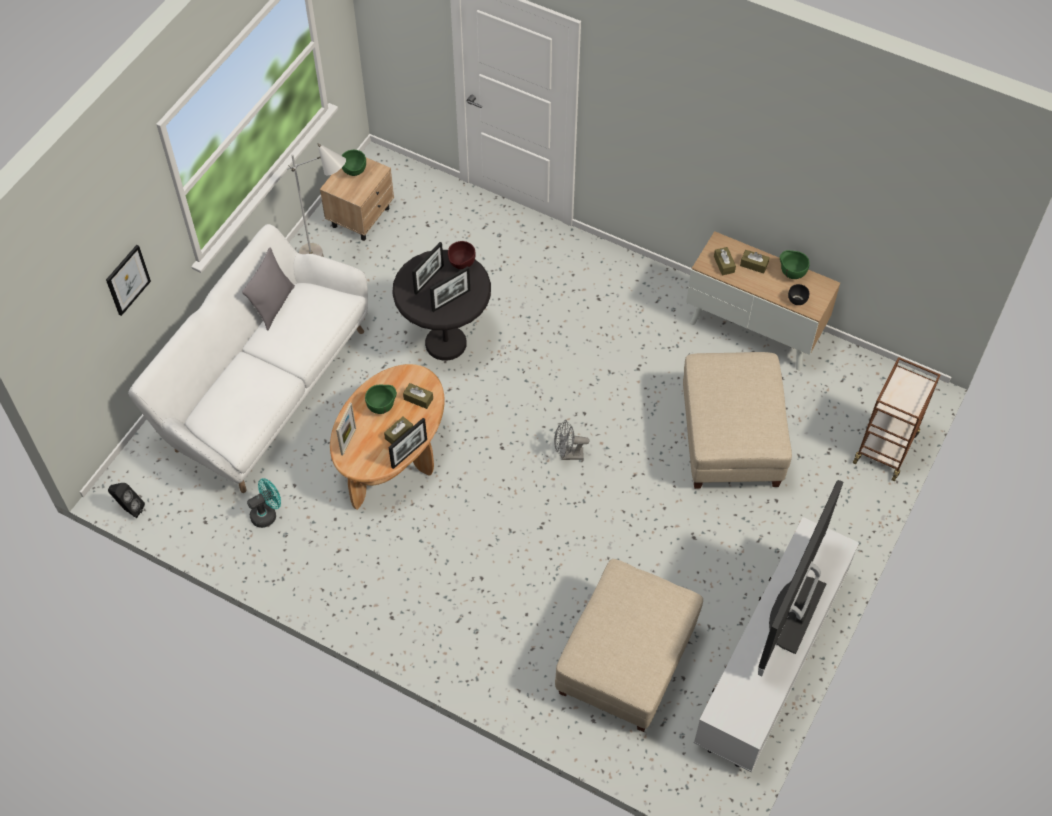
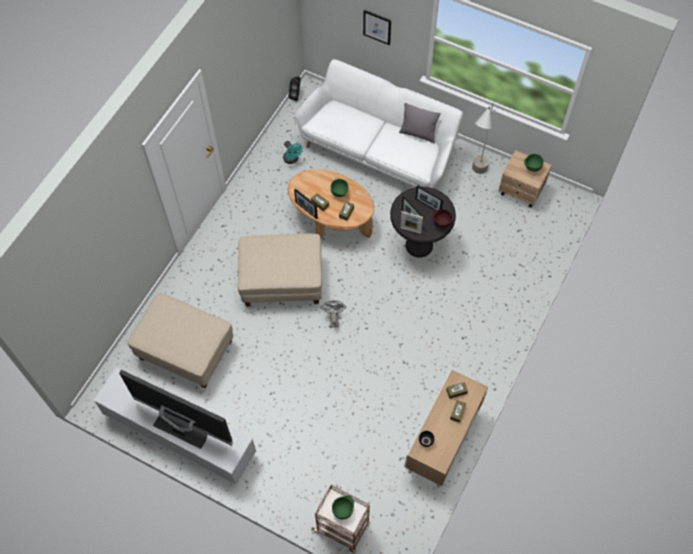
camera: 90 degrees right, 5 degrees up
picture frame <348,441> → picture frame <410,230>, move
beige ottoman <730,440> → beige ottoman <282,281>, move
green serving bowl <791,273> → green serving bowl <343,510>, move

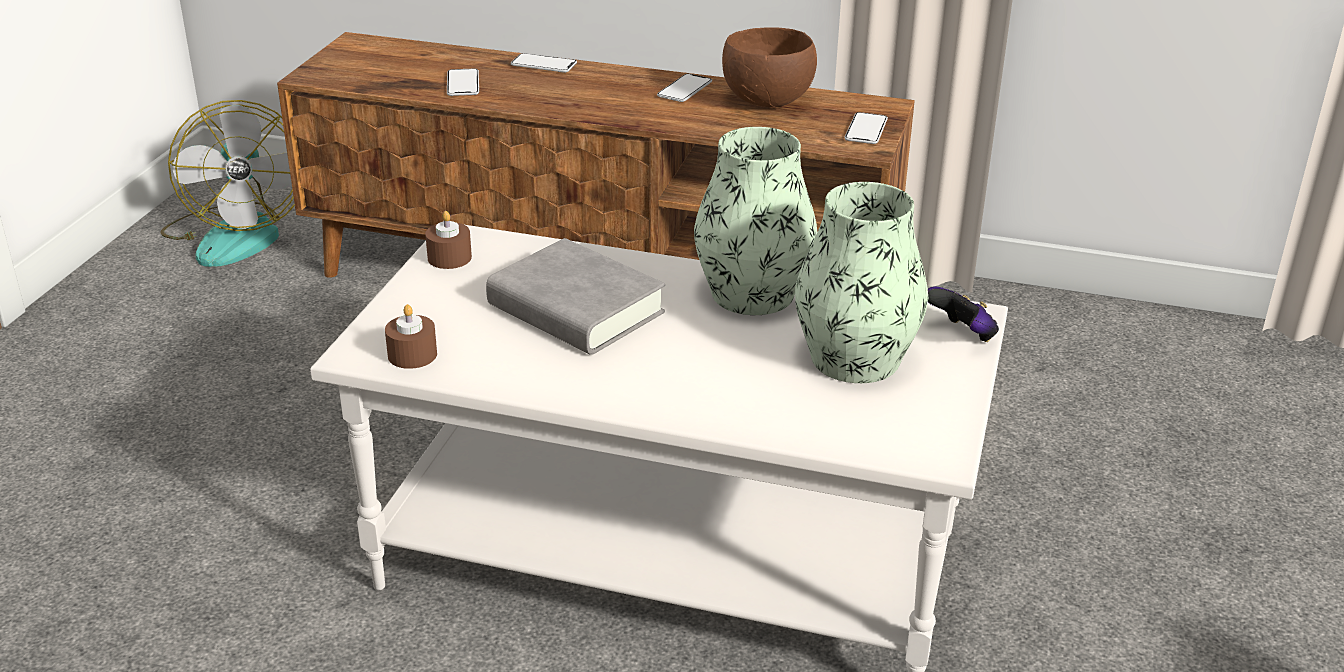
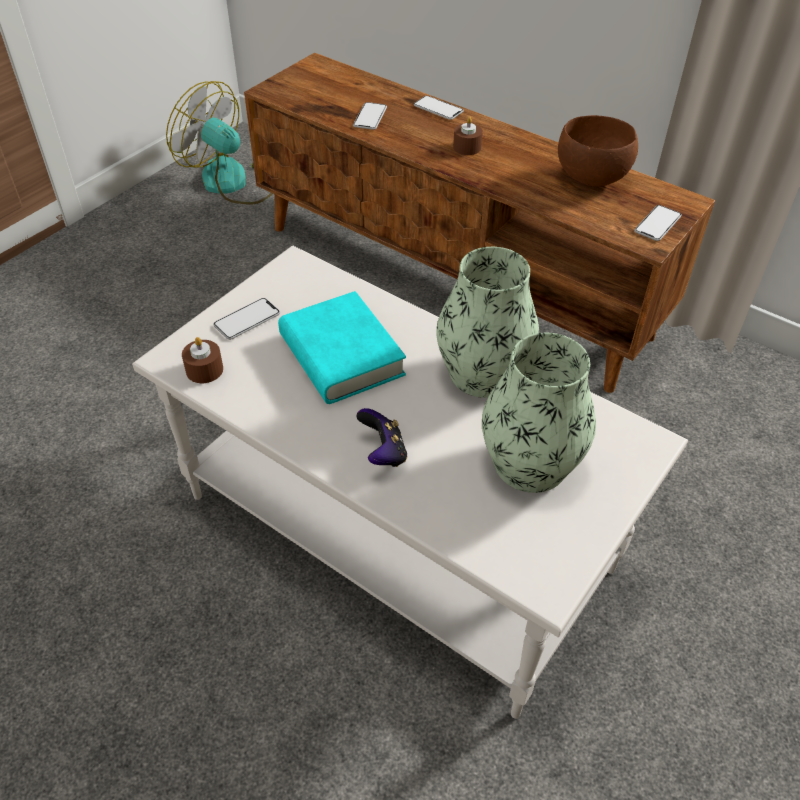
camera: 20 degrees right, 15 degrees up
fan <237,234> → fan <235,182>, 120 degrees clockwise
brown-coloured wax candle <449,258> → brown-coloured wax candle <467,147>, move
gray book <576,309> → turquoise-coloured book <341,355>
telephone <684,89> → telephone <247,320>, move
joypad <962,335> → joypad <383,453>, move

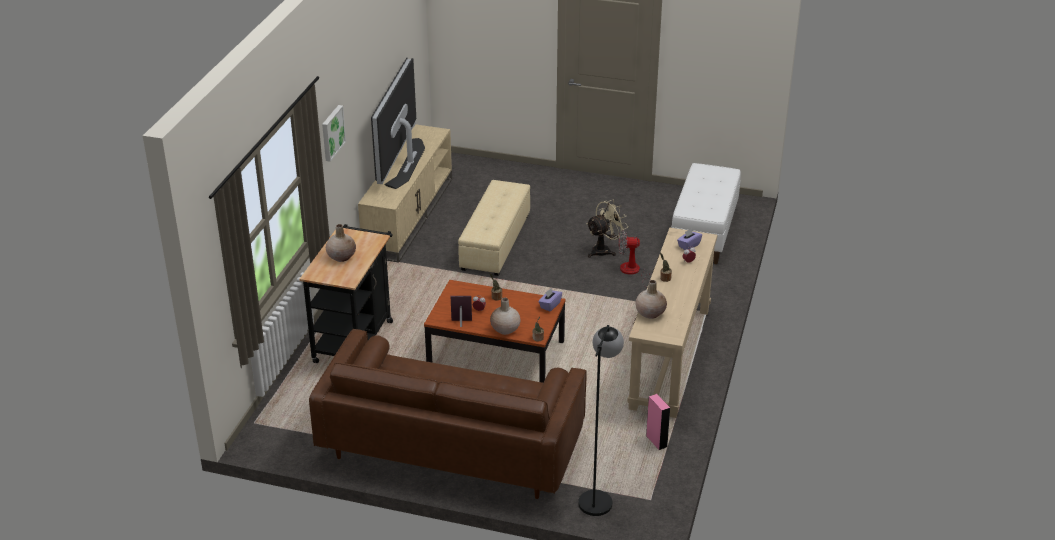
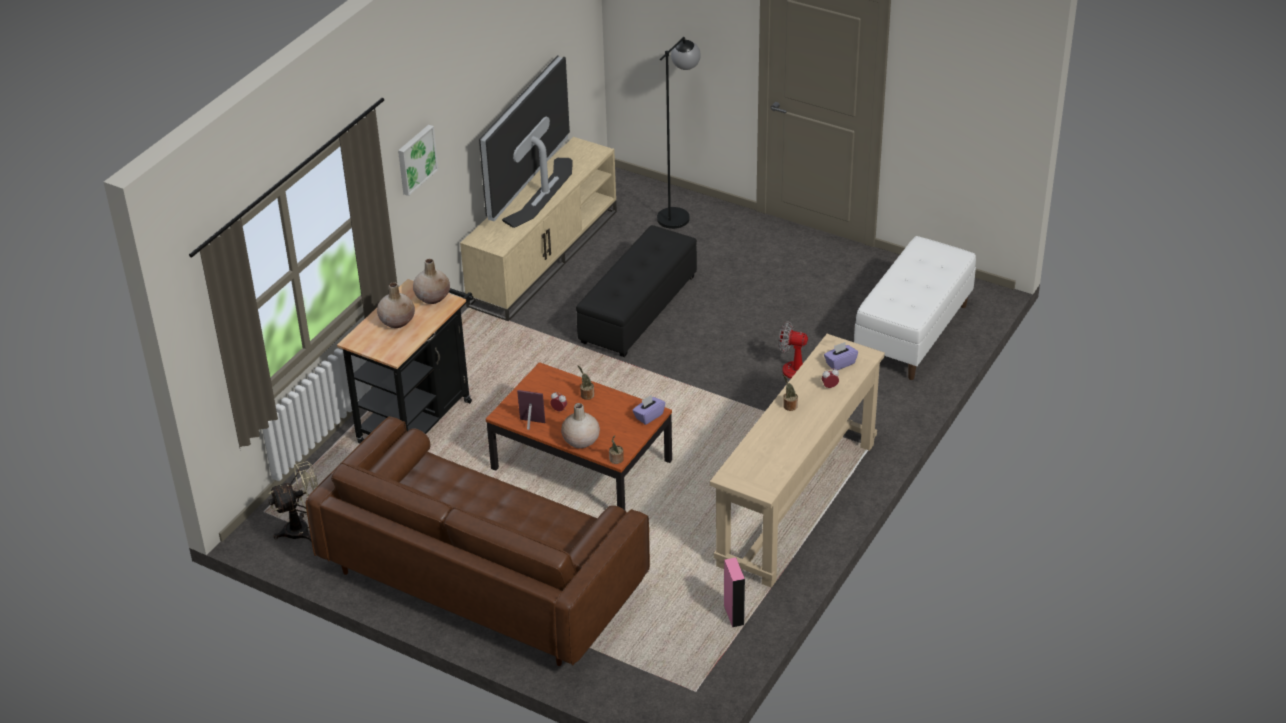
camera: 15 degrees right, 5 degrees up
beige ottoman <495,242> → black-coloured ottoman <638,309>
black-coloured standing lamp <597,495> → black-coloured standing lamp <678,212>, move
beige fan <604,250> → beige fan <304,529>, move
beige decorative vase <650,313> → beige decorative vase <432,297>, move

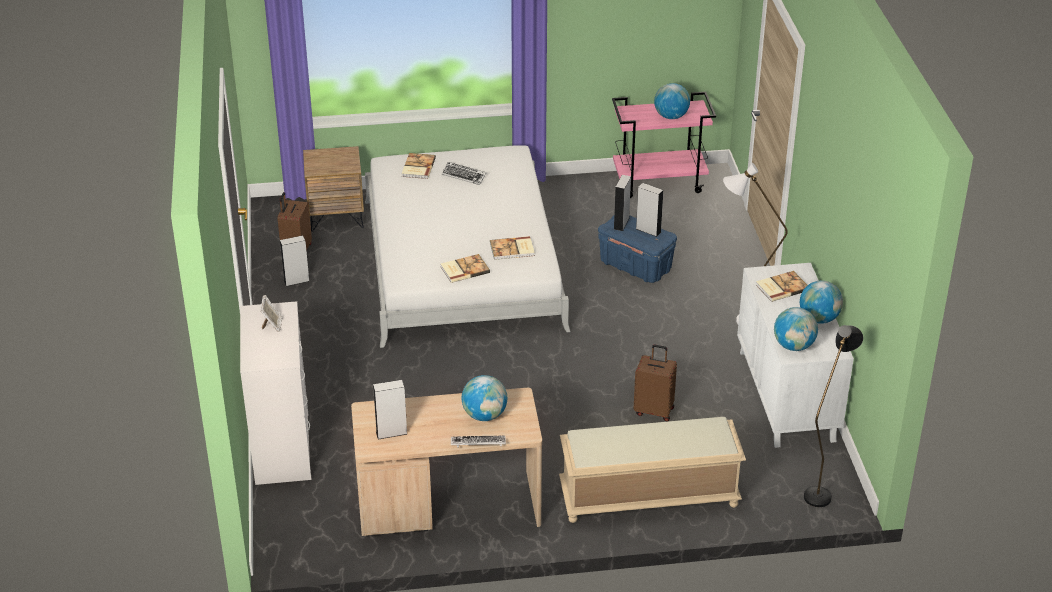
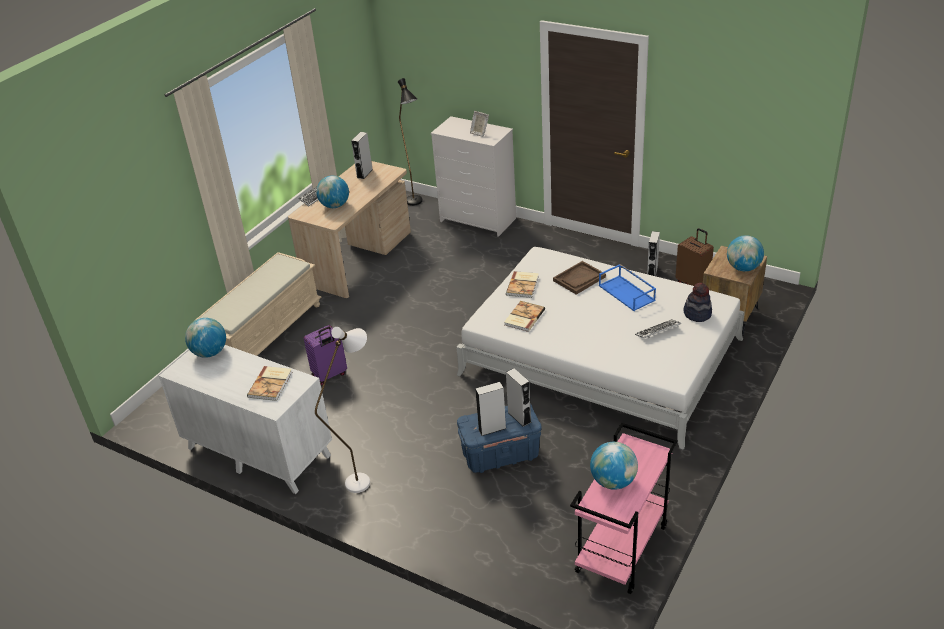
camera: 130 degrees right, 0 degrees up
book <417,167> → wearable hat <697,314>
brown-coloured piece of luggage <654,410> → purple piece of luggage <329,375>
desk globe <819,319> → desk globe <743,268>, move
black-coloured standing lamp <820,491> → black-coloured standing lamp <416,204>, move
- → brown-coloured tray <579,279>
- → bluish tray <627,293>

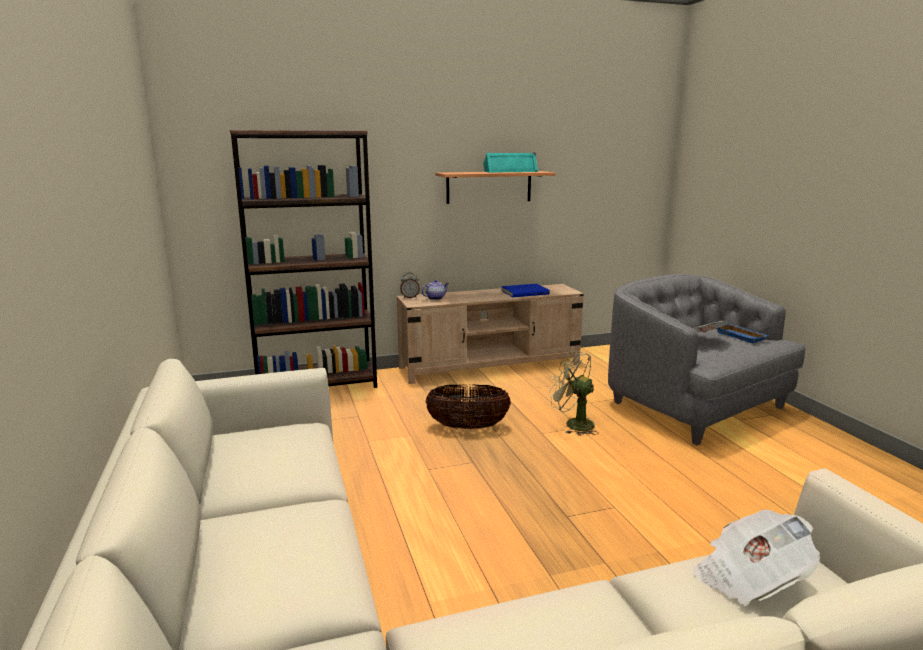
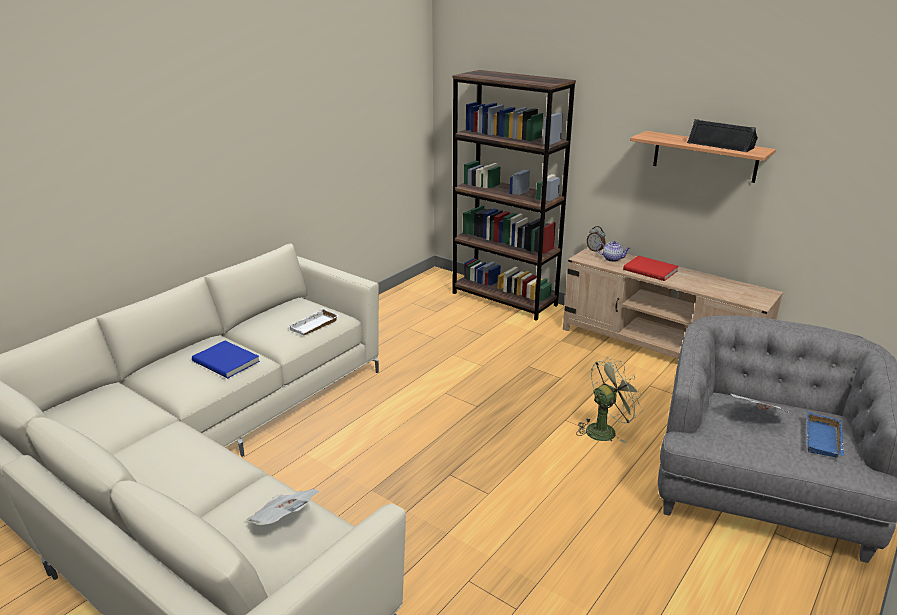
camera: 55 degrees right, 10 degrees up
basket <467,427> → -
turquoise-coloured loudspeaker <510,171> → black-coloured loudspeaker <721,145>
bluish book <524,292> → bluish book <227,361>, move
green fan <573,424> → green fan <605,430>, 60 degrees clockwise
- → whitish tray <314,326>
- → reddish book <651,270>

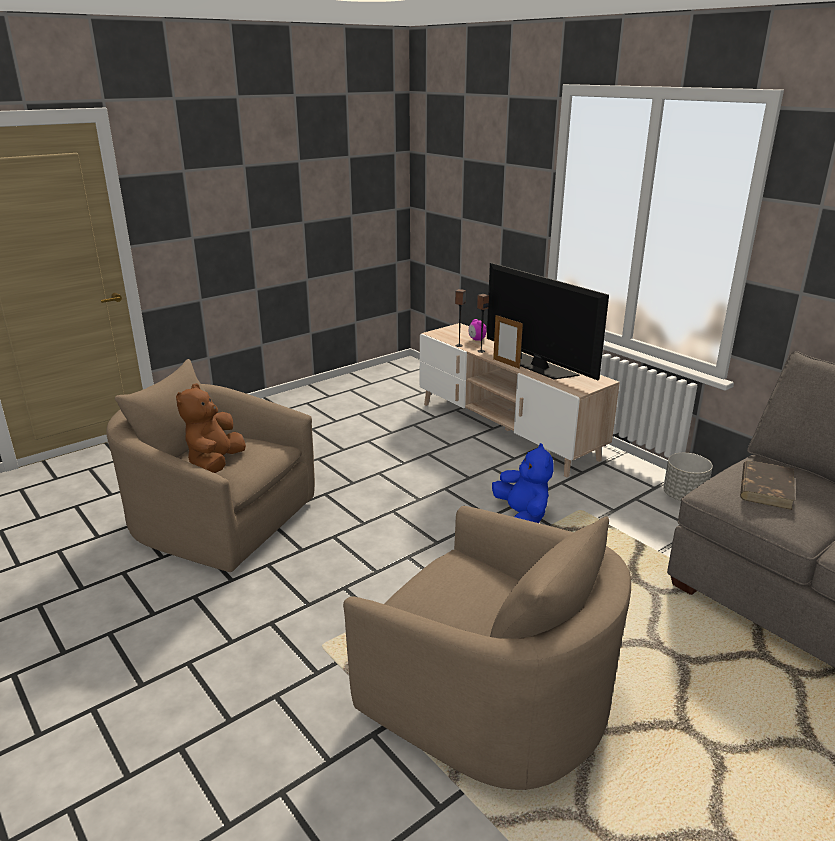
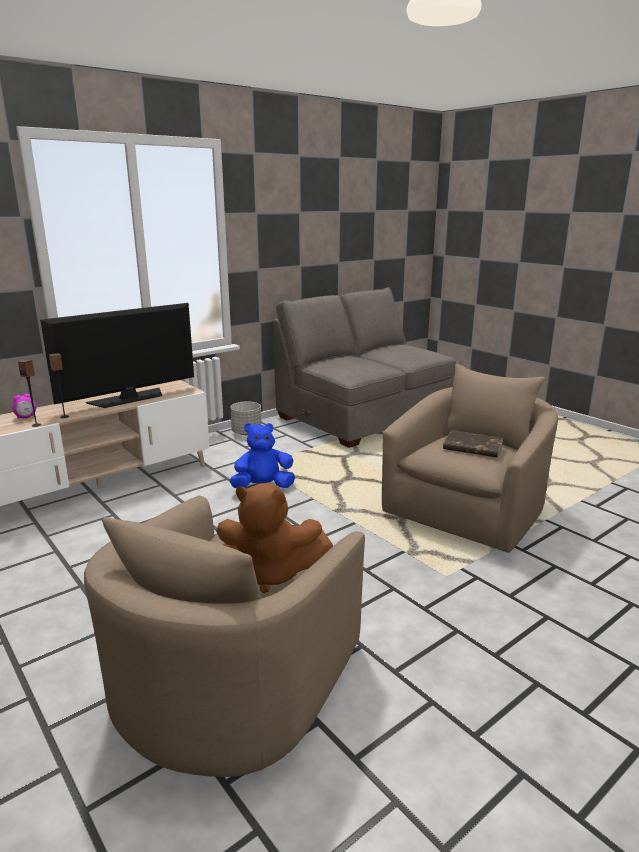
camera: 90 degrees left, 5 degrees down
picture frame <506,363> → -
brown-coloured book <766,487> → brown-coloured book <472,447>, move

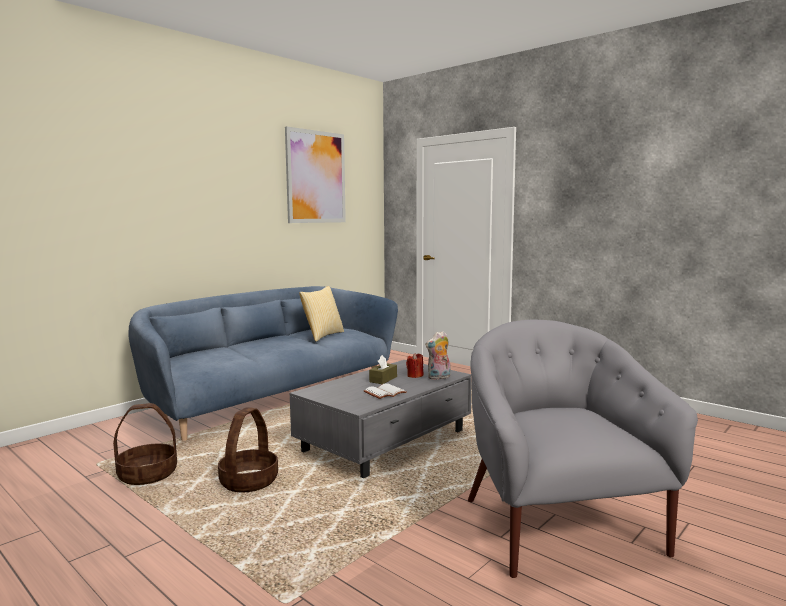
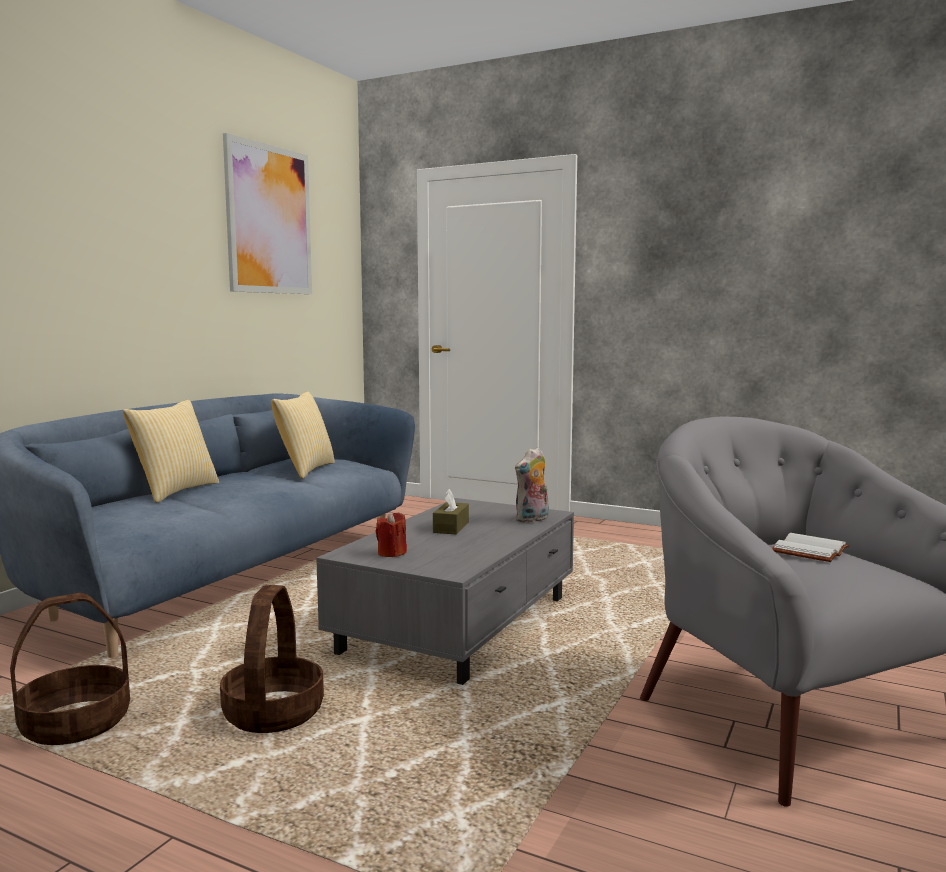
camera: 15 degrees left, 0 degrees up
whitish book <385,393> → whitish book <811,551>, move
reddish wax candle <415,375> → reddish wax candle <392,553>, move
- → pillow <174,491>

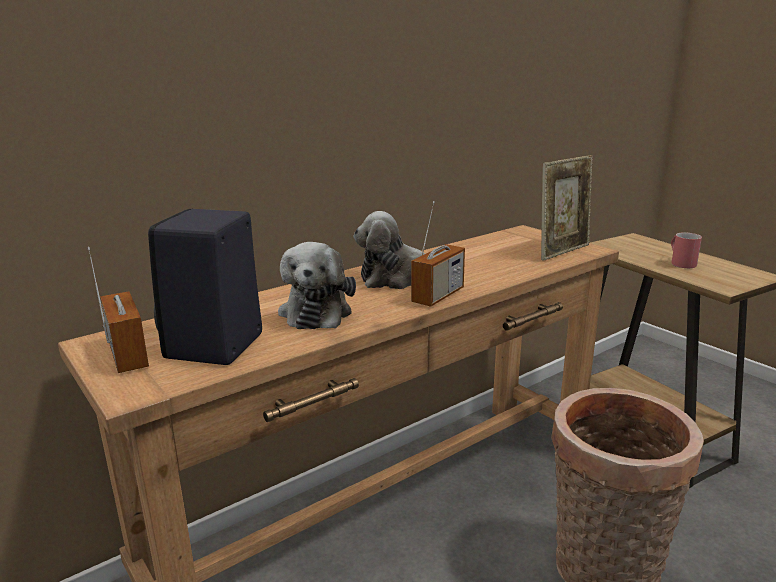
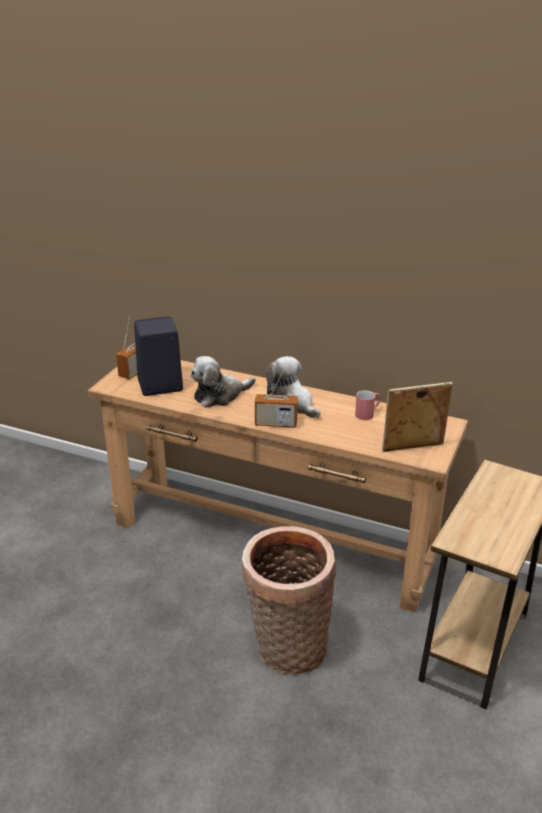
camera: 60 degrees right, 10 degrees up
picture frame <563,251> → picture frame <412,449>, 150 degrees clockwise
reddish mug <680,262> → reddish mug <368,413>, move

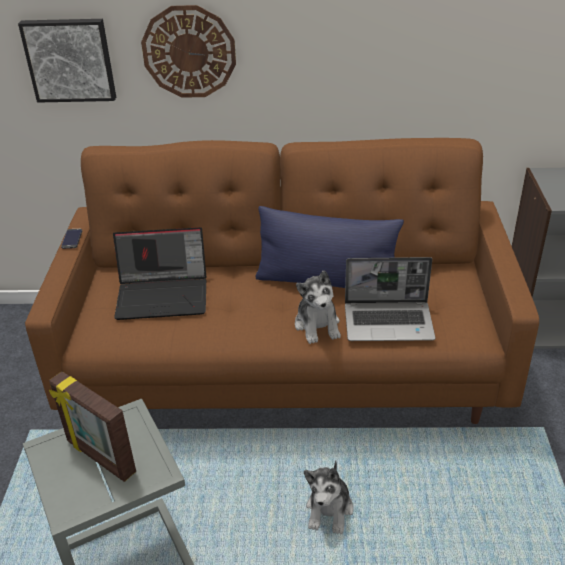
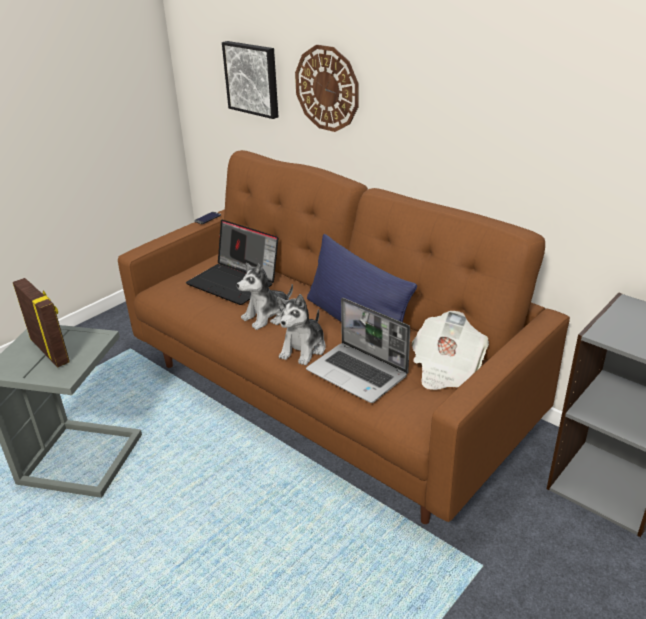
camera: 40 degrees right, 5 degrees down
picture frame <100,457> → picture frame <51,351>, 150 degrees clockwise
soft toy <329,510> → soft toy <267,316>, move
- → newspaper <446,368>

